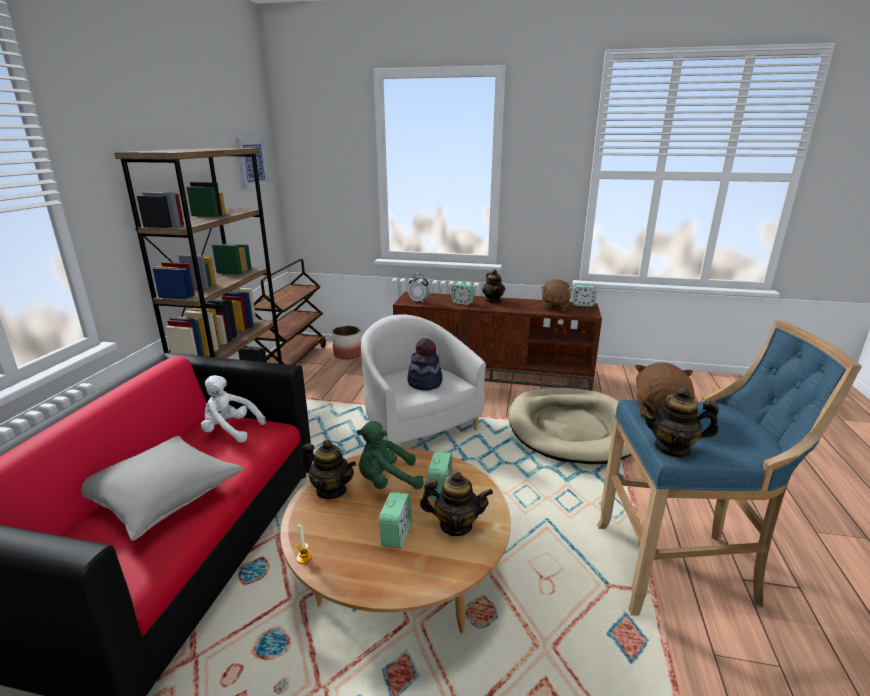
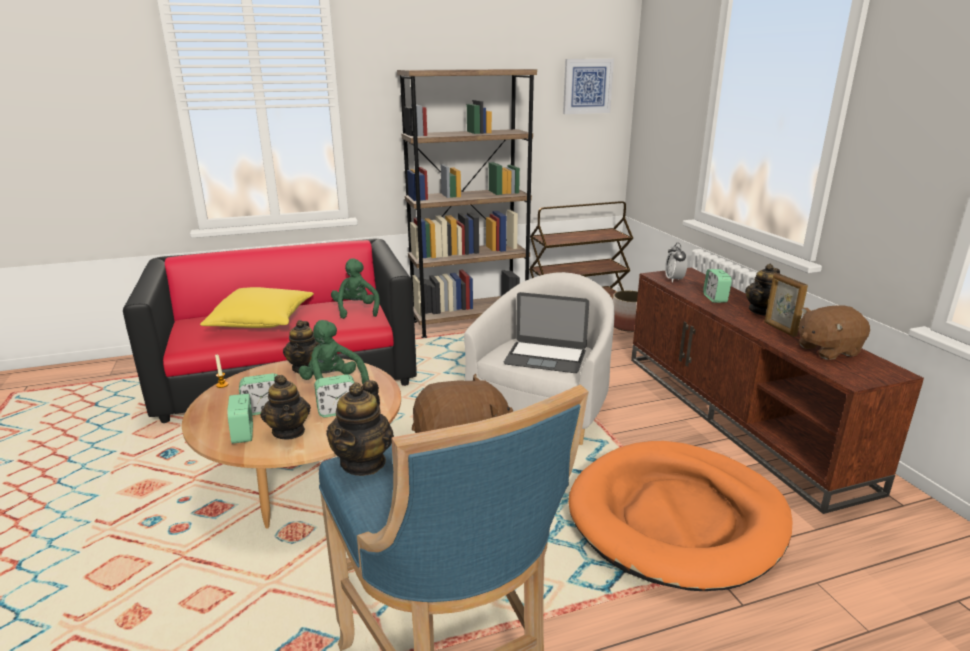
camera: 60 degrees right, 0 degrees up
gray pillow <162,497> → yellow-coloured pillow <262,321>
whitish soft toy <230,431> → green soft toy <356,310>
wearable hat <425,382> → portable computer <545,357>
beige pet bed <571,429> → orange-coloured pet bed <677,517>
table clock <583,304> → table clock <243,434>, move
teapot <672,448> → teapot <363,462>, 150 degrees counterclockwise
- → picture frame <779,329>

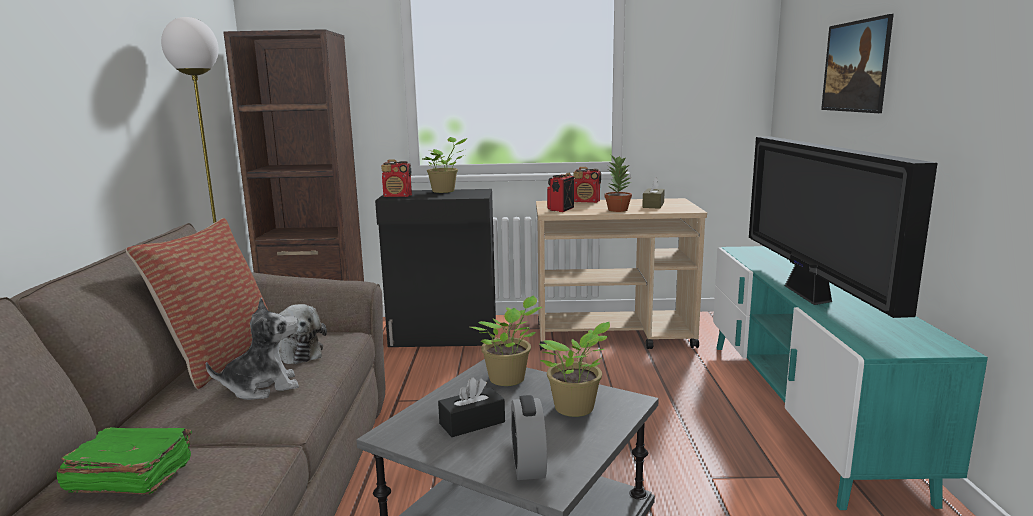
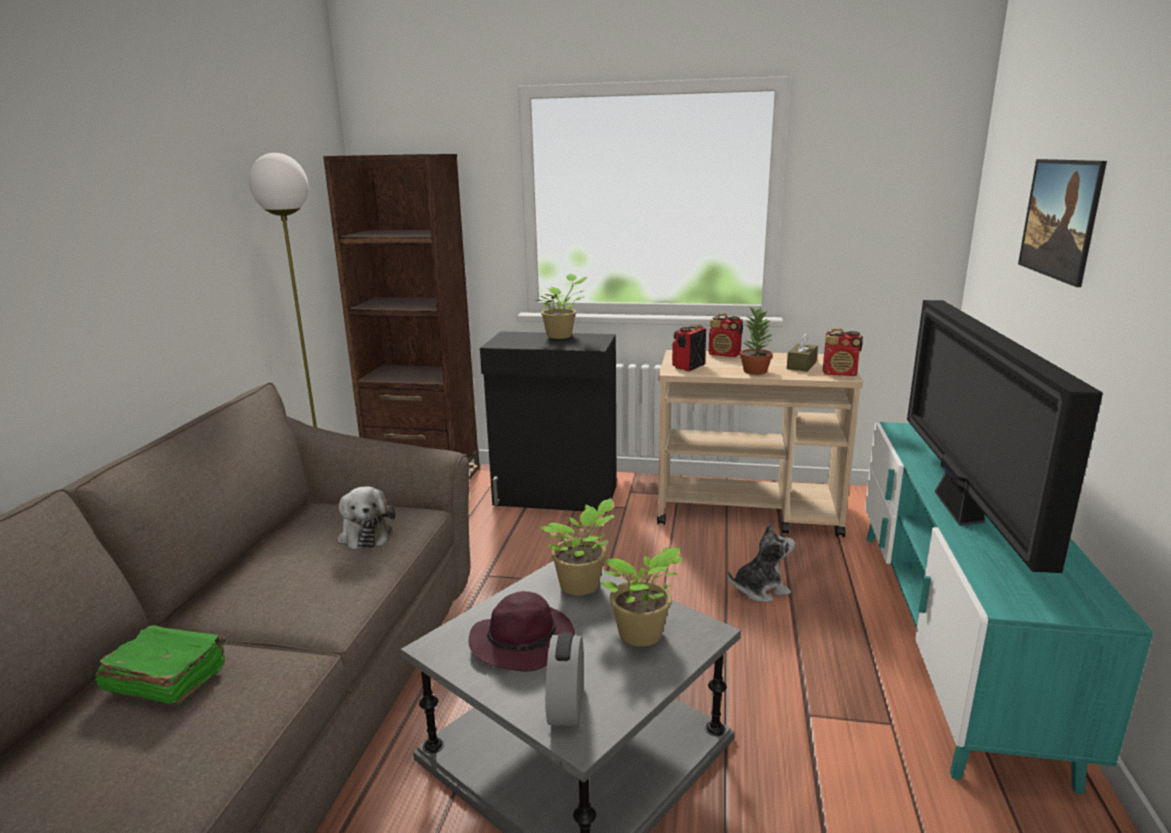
camera: 10 degrees right, 5 degrees up
pillow <222,358> → -
soft toy <262,387> → soft toy <760,590>, move
radio receiver <398,196> → radio receiver <840,374>, move
black-coloured box of tissues <472,423> → purple wearable hat <524,641>

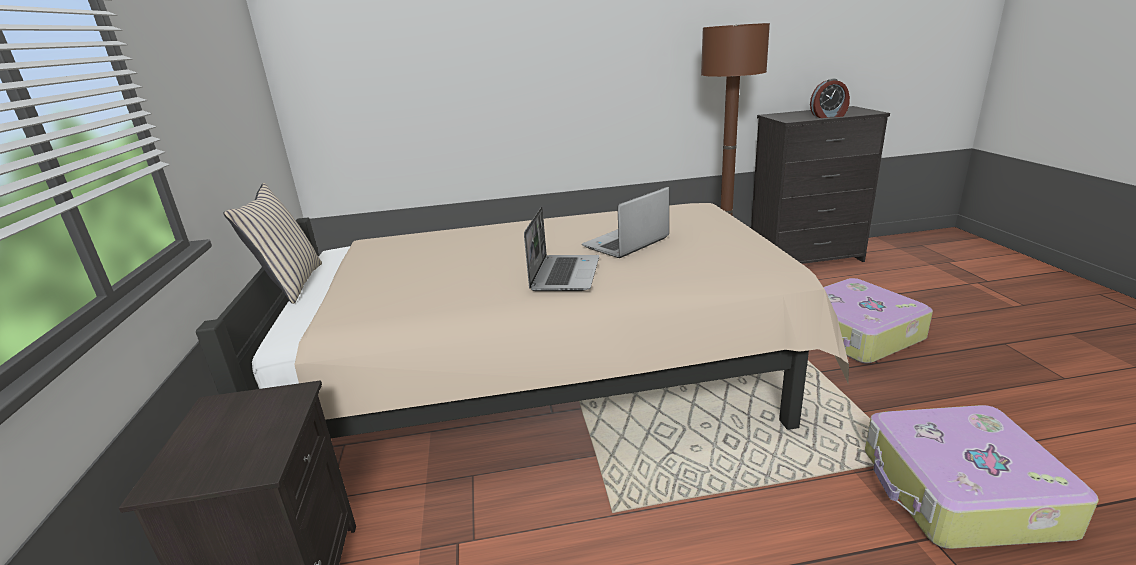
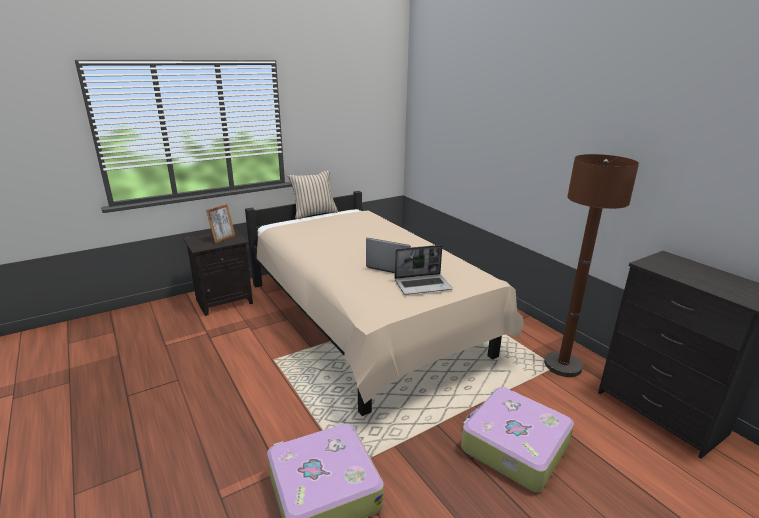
camera: 65 degrees right, 0 degrees up
portable computer <564,274> → portable computer <423,285>, move
table clock <828,116> → -
- → picture frame <223,239>

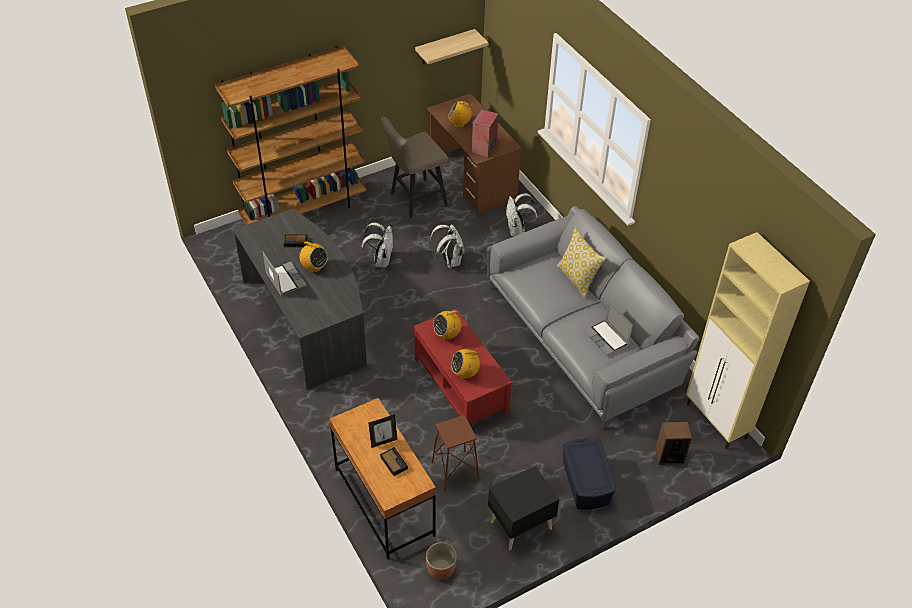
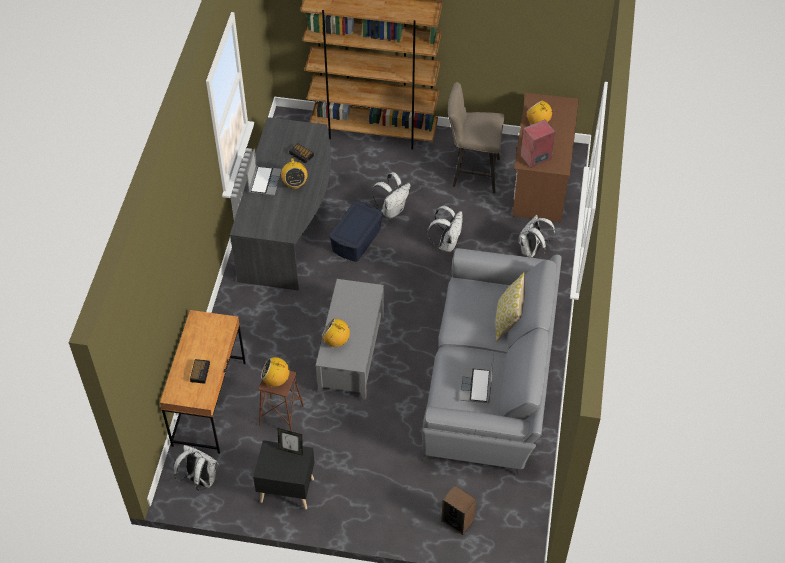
camera: 40 degrees right, 5 degrees up
picture frame <383,442> → picture frame <291,450>, move
reddish low table <461,386> → gray low table <351,353>
shelf <445,47> → -
plant pot <441,569> → whitish backpack <200,480>
radio receiver <447,334> → radio receiver <276,380>, move
bluish storage box <585,482> → bluish storage box <356,240>, move
beige storage cabinet <716,422> → -

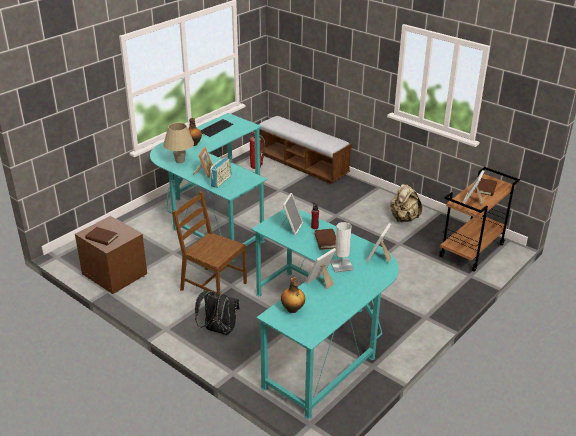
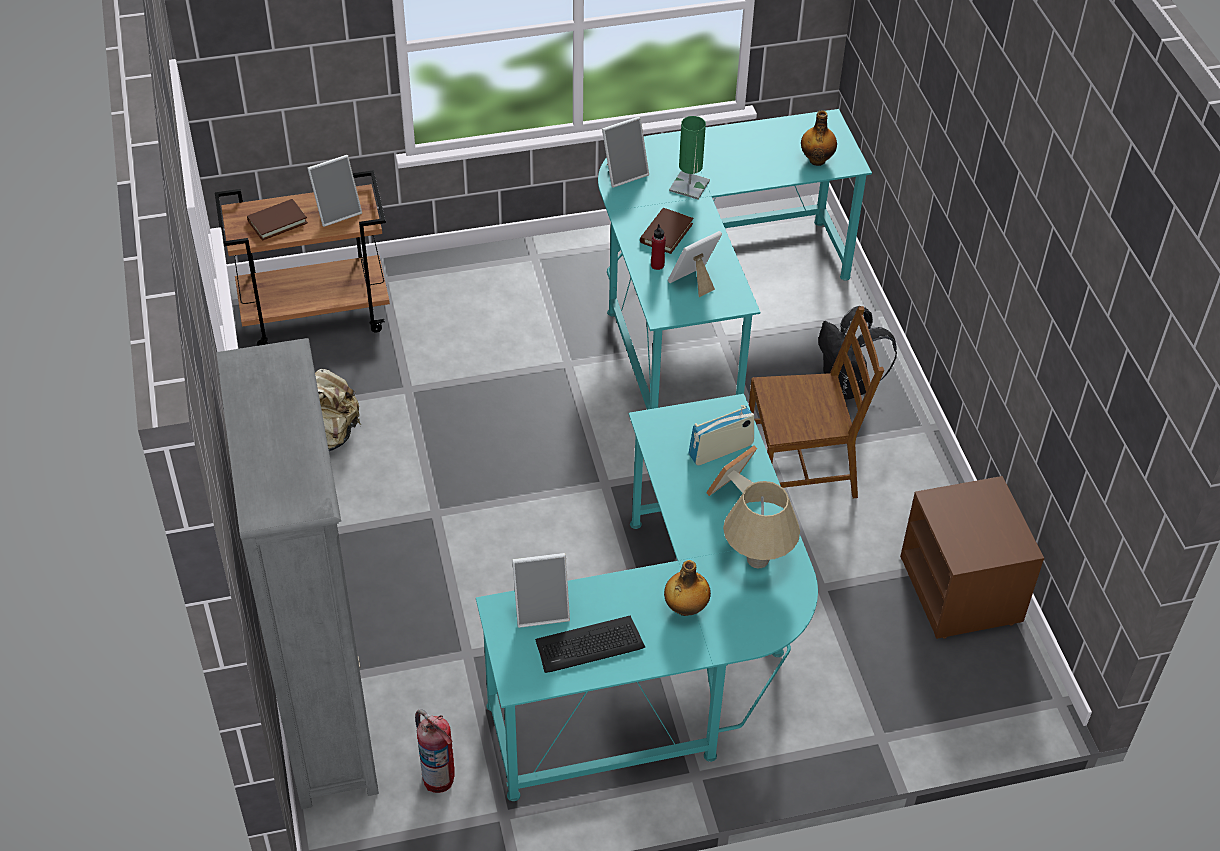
camera: 145 degrees left, 15 degrees up
brown-coloured book <101,238> → -
brown-coloured plain chair <212,286> → brown-coloured plain chair <801,469>, 75 degrees counterclockwise
long seat <303,165> → gray bookcase <326,716>
picture frame <321,282> → picture frame <541,609>, move
whitish tabletop lamp <341,266> → green tabletop lamp <689,186>

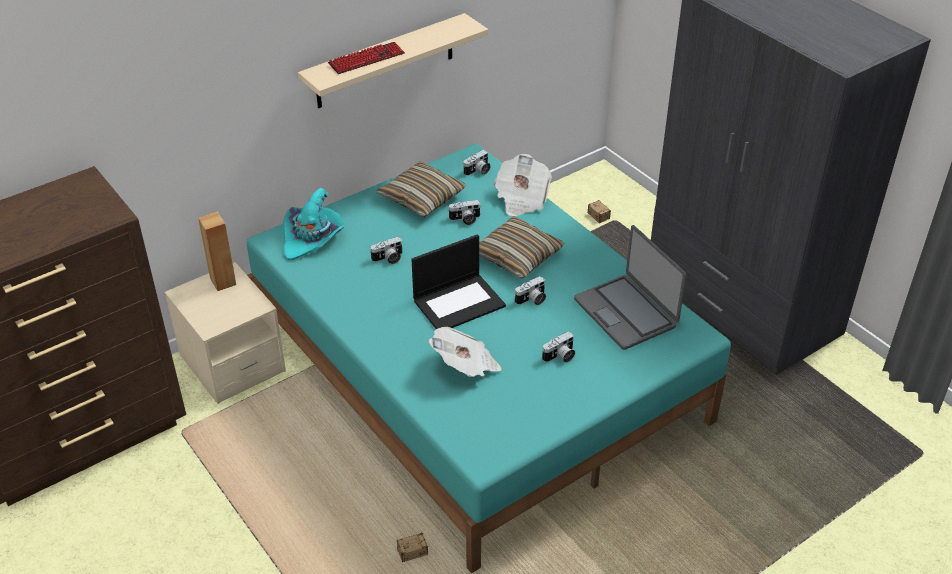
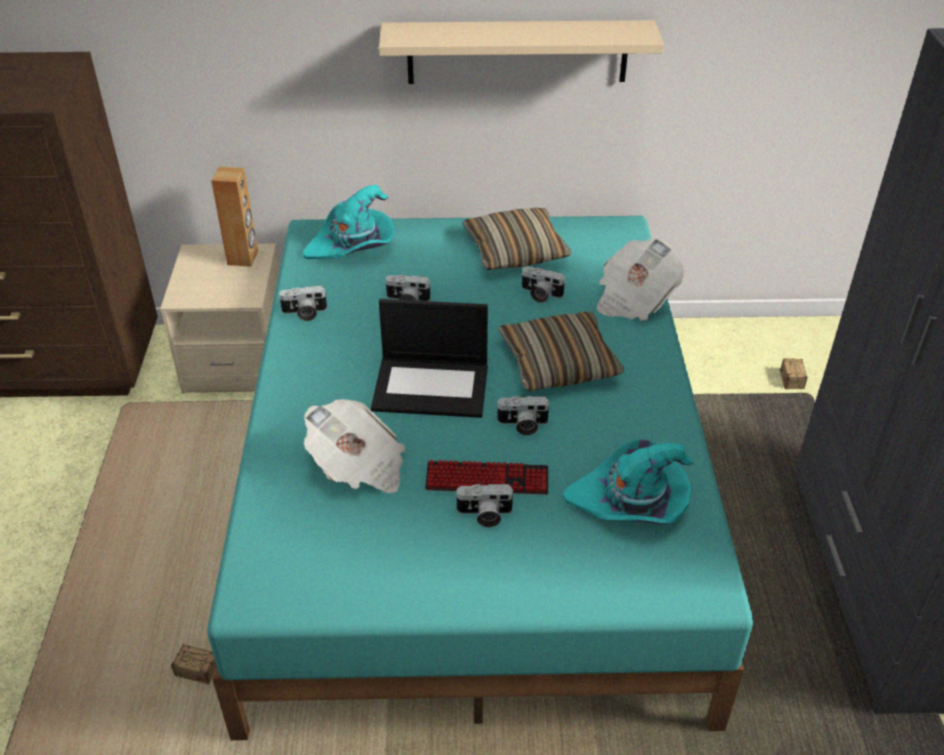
camera: 35 degrees right, 0 degrees up
PC keyboard <366,59> → PC keyboard <487,479>, move
photo camera <478,171> → photo camera <304,313>, move
portable computer <626,312> → turquoise-coloured wearable hat <631,501>

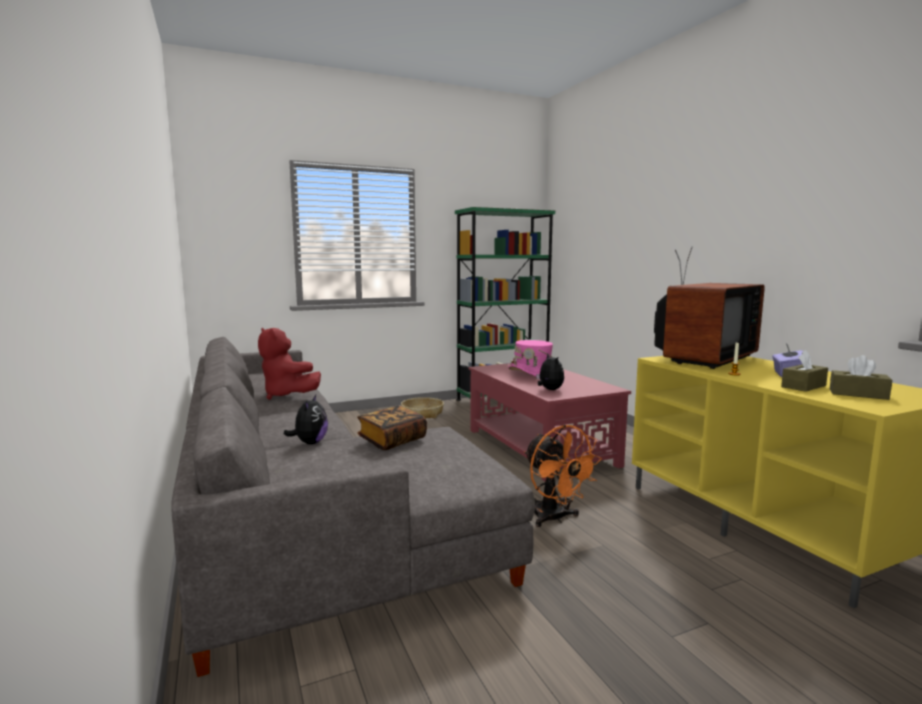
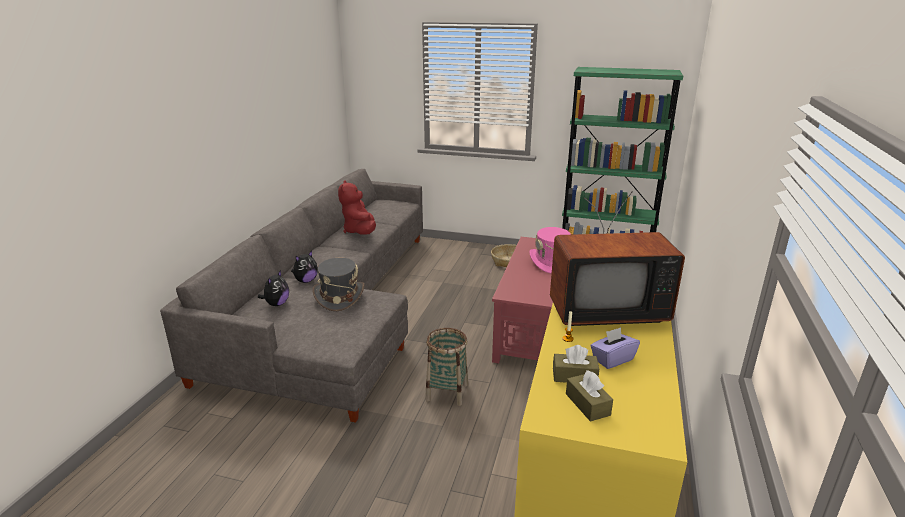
camera: 40 degrees right, 15 degrees up
book <392,440> → gray wearable hat <339,297>
orange-coloured fan <555,518> → basket <447,392>
soft toy <549,390> → soft toy <276,304>, move

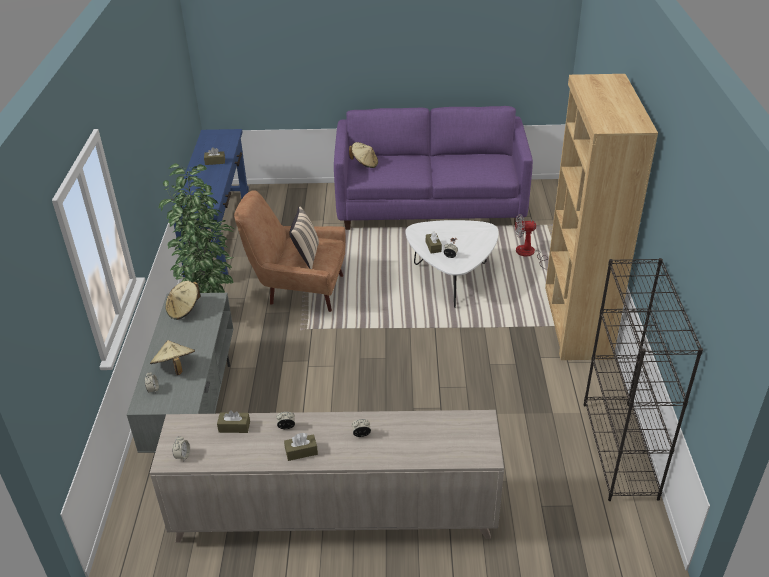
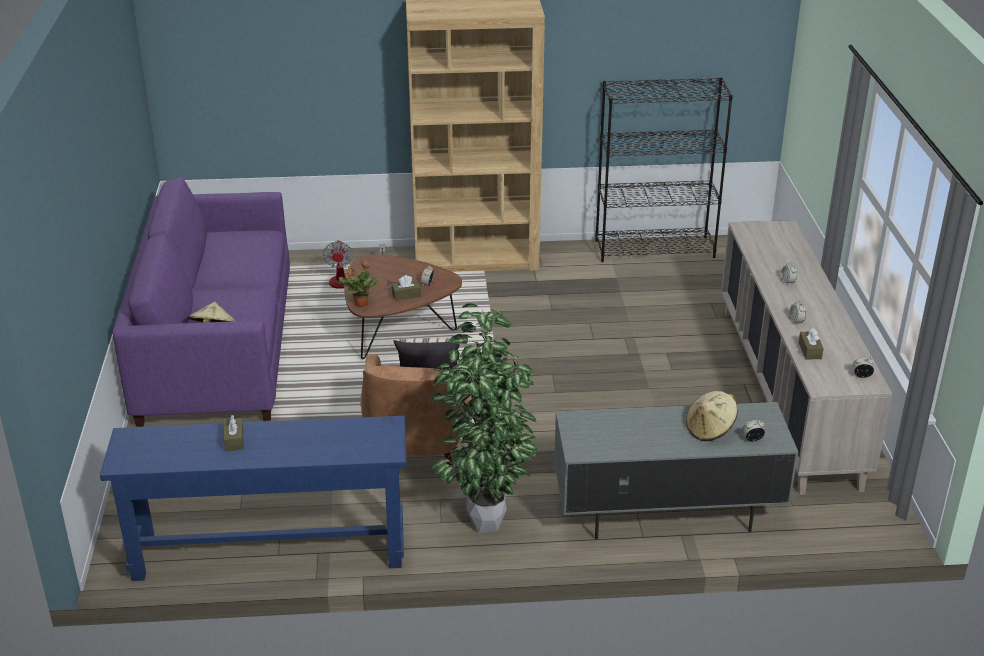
camera: 95 degrees left, 5 degrees down
beige wearable hat <184,310> → -
brown-coloured box of tissues <301,452> → -
whitish low table <451,279> → brown-coloured low table <397,332>
- → potted plant <360,304>

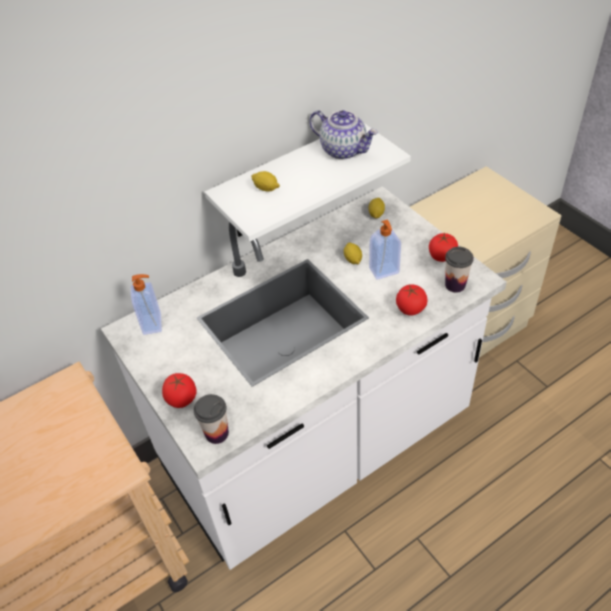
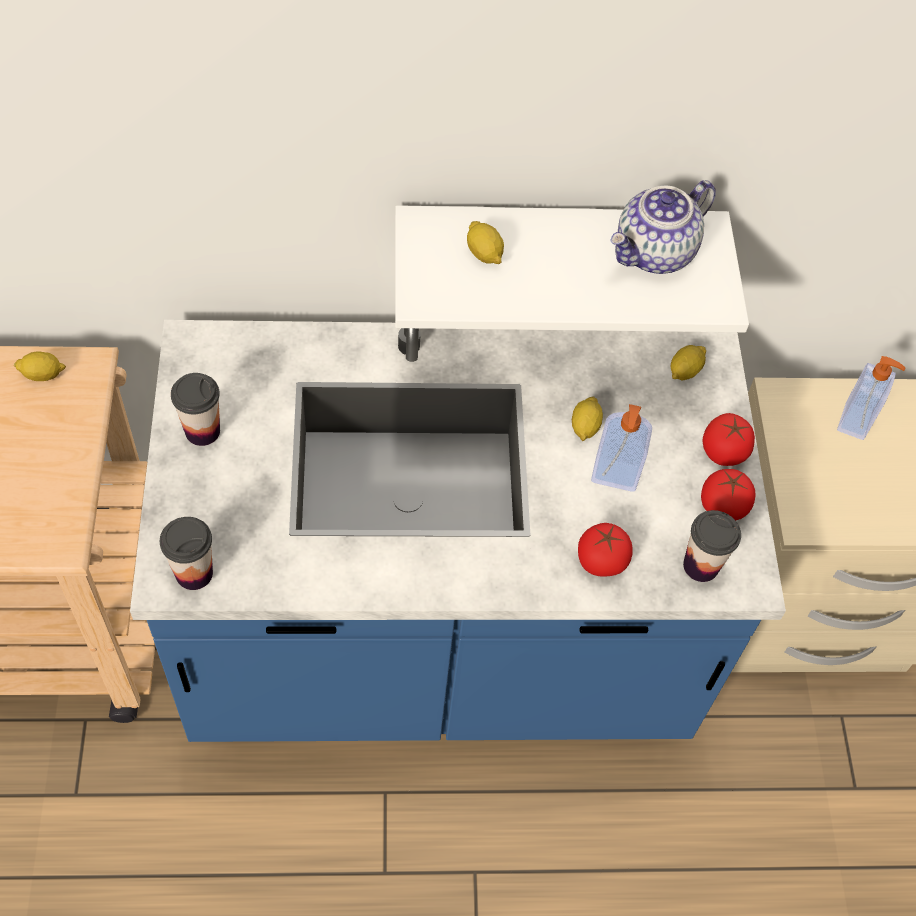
camera: 25 degrees right, 10 degrees up
whitish counter <317,445> → bluish counter <439,646>
liquid soap bottle <153,324> → liquid soap bottle <856,422>, move
whole tomato <182,398> → whole tomato <724,451>, move
teapot <344,150> → teapot <655,253>, 75 degrees clockwise
- → lemon <43,374>
- → small cup <202,431>

